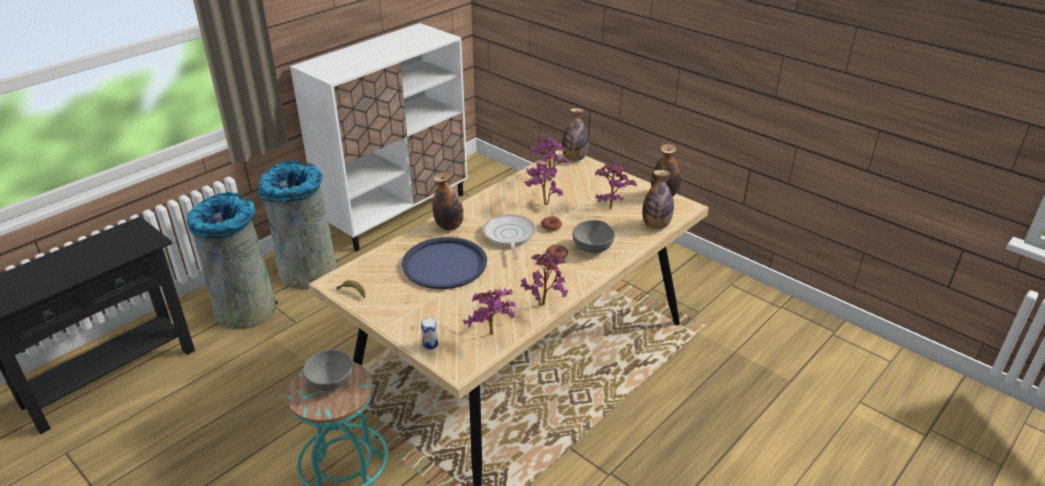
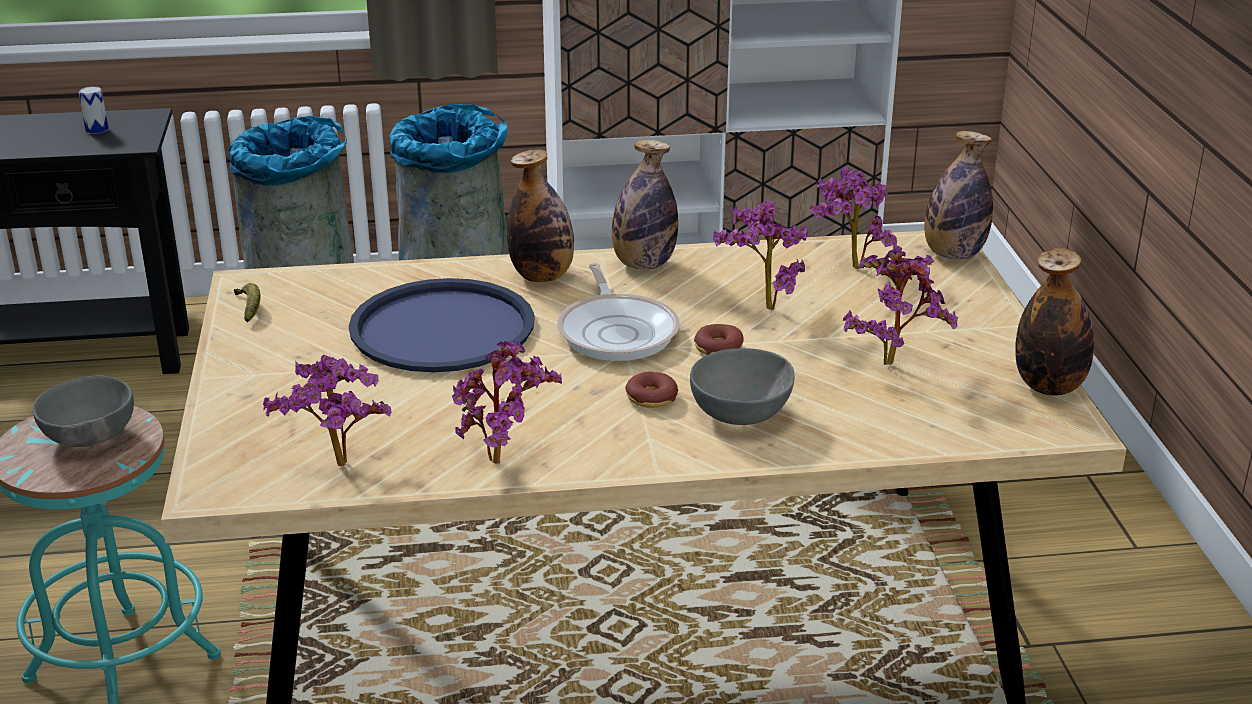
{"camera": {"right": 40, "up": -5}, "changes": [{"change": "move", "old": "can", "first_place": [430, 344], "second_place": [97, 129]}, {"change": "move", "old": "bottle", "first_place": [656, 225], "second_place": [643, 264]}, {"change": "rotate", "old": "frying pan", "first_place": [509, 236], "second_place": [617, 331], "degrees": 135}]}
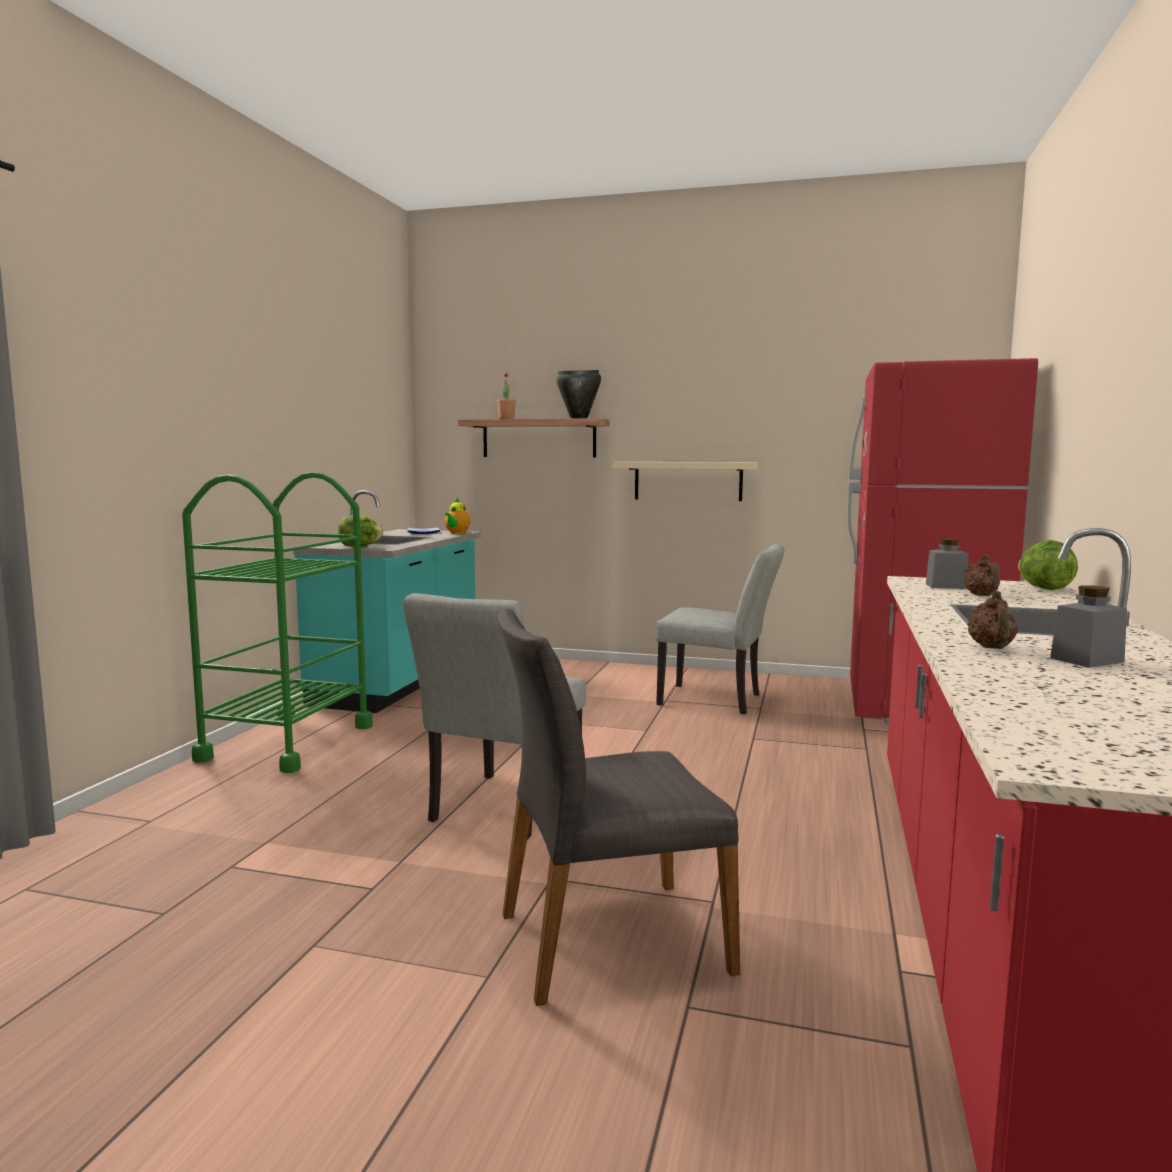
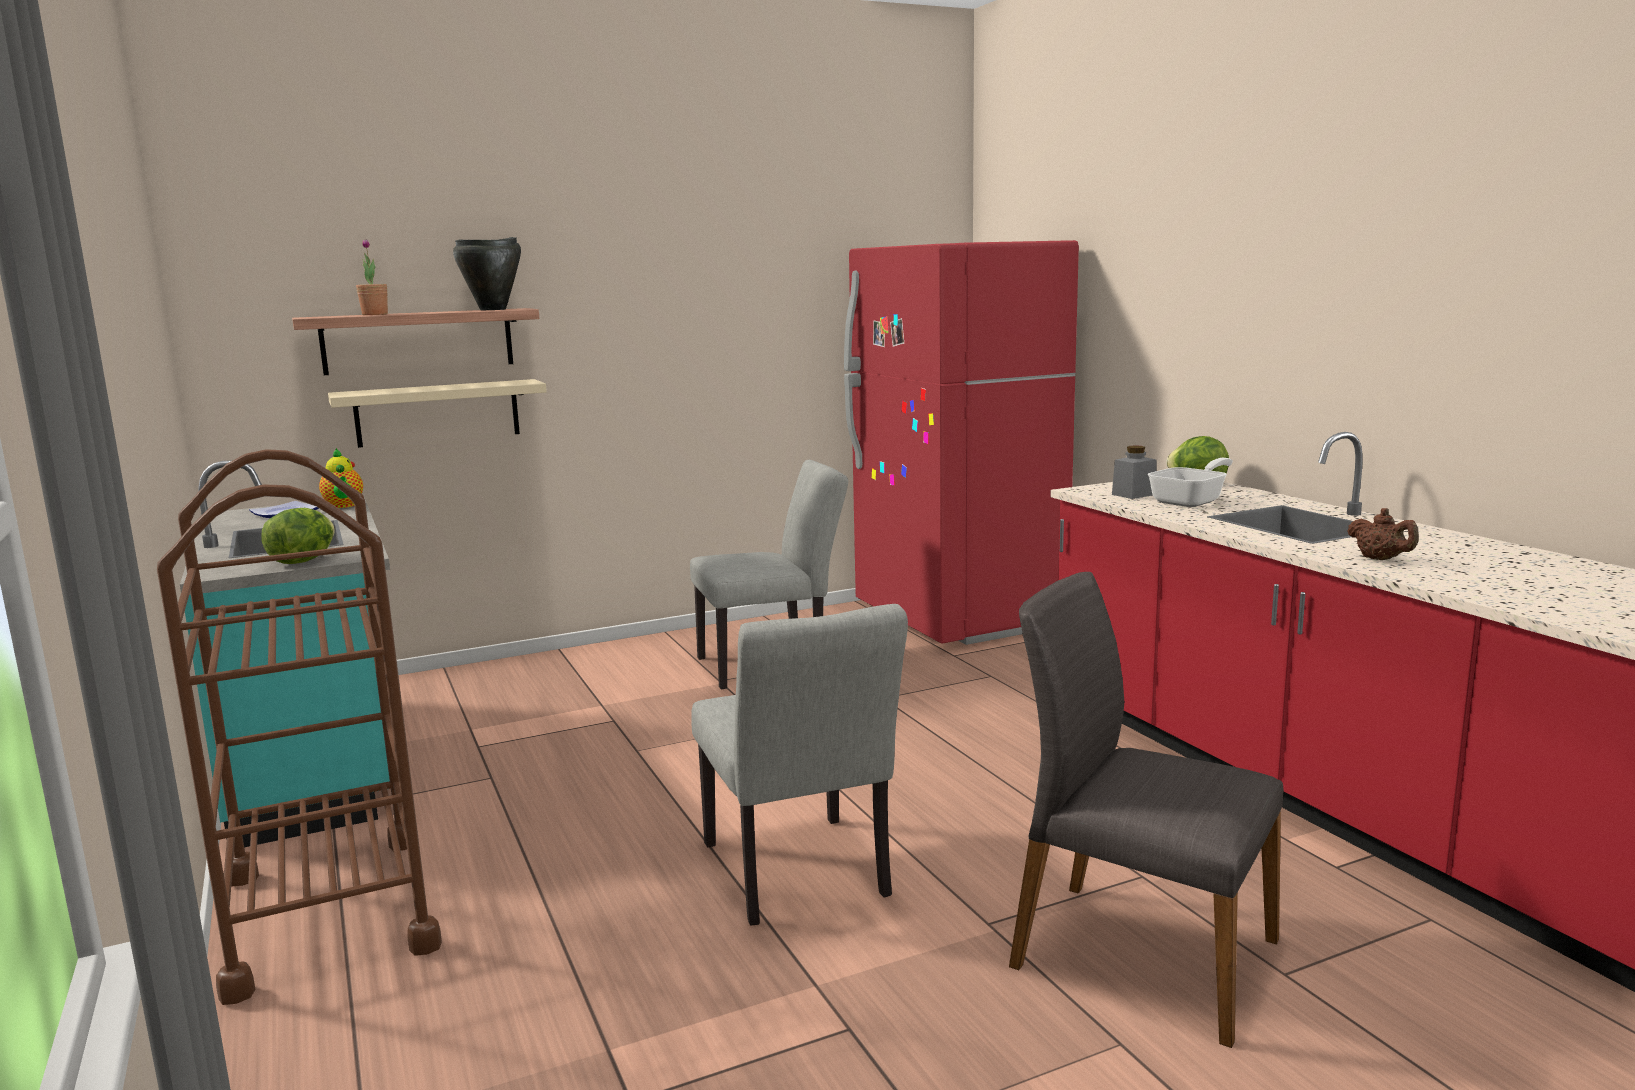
{"camera": {"right": -40, "up": 5}, "changes": [{"change": "delete", "old": "grey jar", "first_place": [1086, 660]}, {"change": "move", "old": "beige shelf", "first_place": [688, 481], "second_place": [437, 413]}, {"change": "replace", "old": "brown teapot", "new": "frying pan", "first_place": [981, 596], "second_place": [1192, 501]}, {"change": "recolor", "old": "green cart", "new": "brown cart", "first_place": [287, 742], "second_place": [328, 912]}, {"change": "rotate", "old": "grey chair", "first_place": [609, 940], "second_place": [1140, 954], "degrees": 90}]}
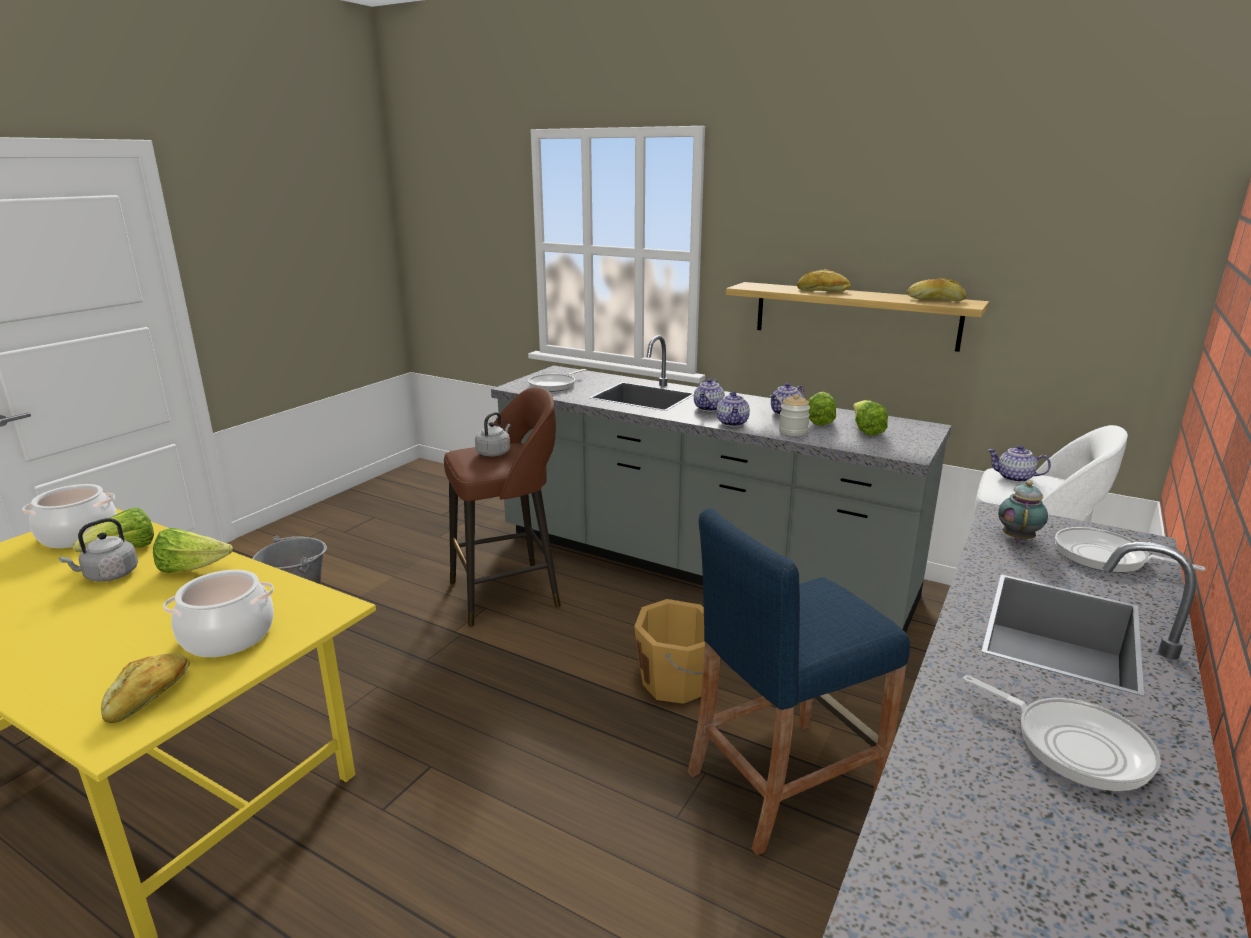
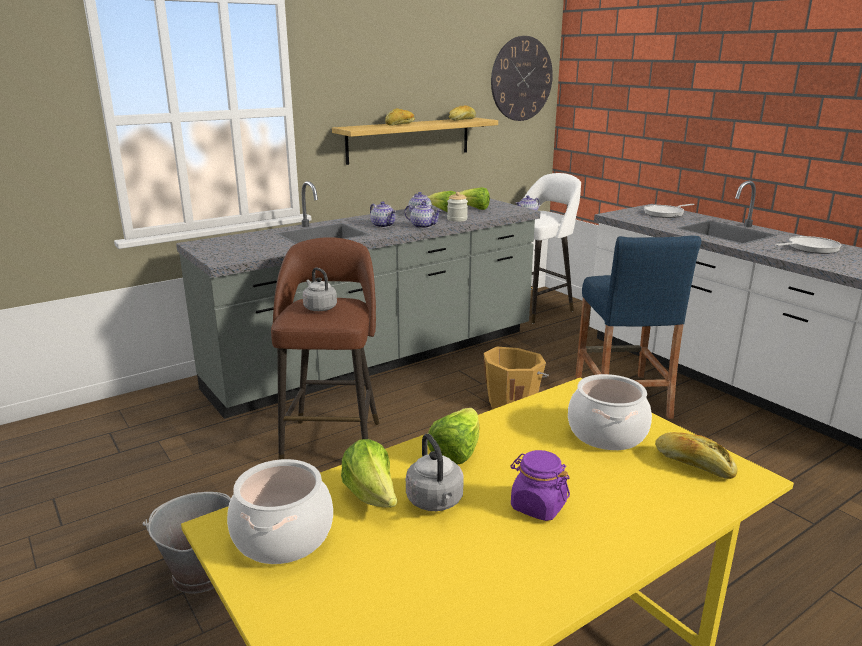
{"camera": {"right": -65, "up": 0}, "changes": [{"change": "delete", "old": "frying pan", "first_place": [554, 385]}, {"change": "delete", "old": "teapot", "first_place": [1018, 537]}, {"change": "insert", "new": "wall clock", "second_place": [521, 79]}, {"change": "insert", "new": "purple jar", "second_place": [537, 506]}]}
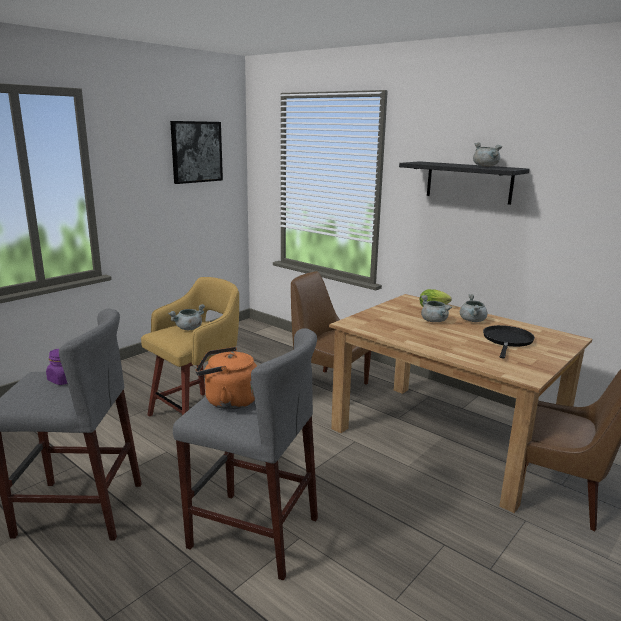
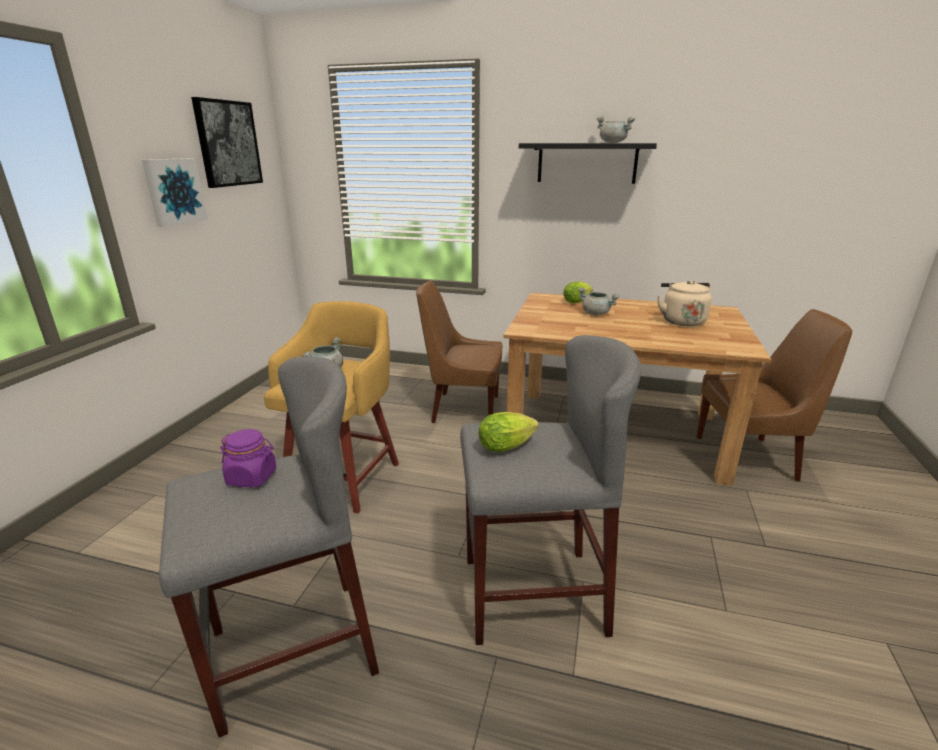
{"camera": {"right": -25, "up": 5}, "changes": [{"change": "delete", "old": "grey cooking pot", "first_place": [472, 321]}, {"change": "insert", "new": "picture", "second_place": [174, 191]}, {"change": "replace", "old": "orange kettle", "new": "lettuce", "first_place": [227, 400], "second_place": [508, 446]}, {"change": "replace", "old": "black frying pan", "new": "beige kettle", "first_place": [507, 341], "second_place": [681, 321]}]}
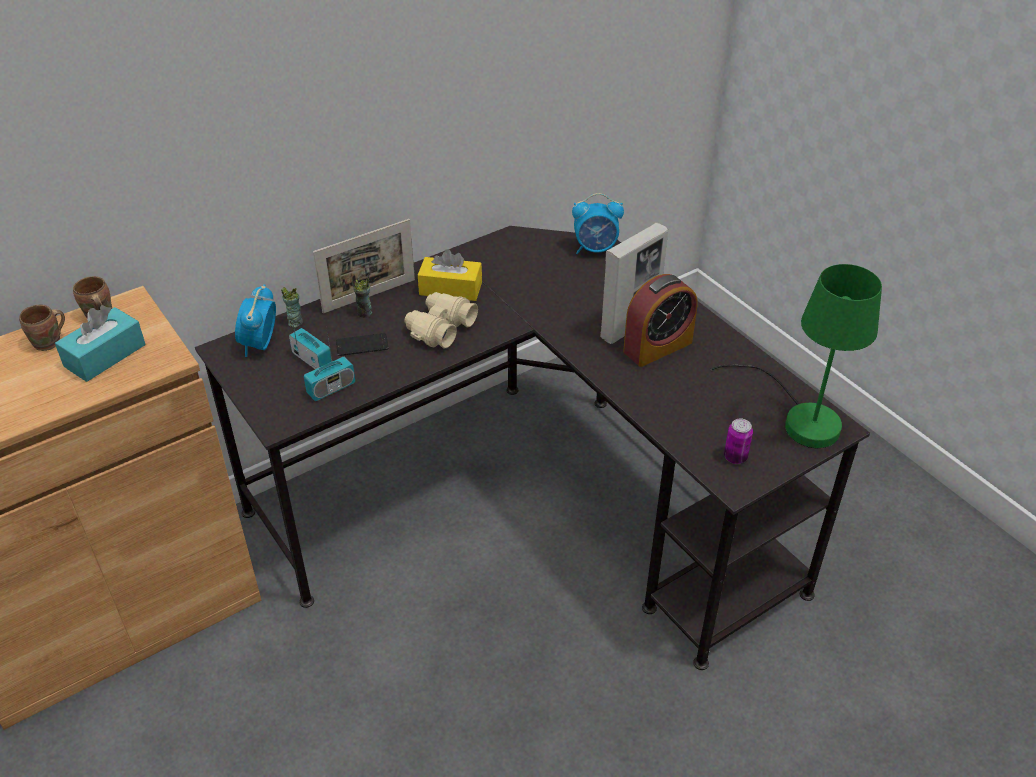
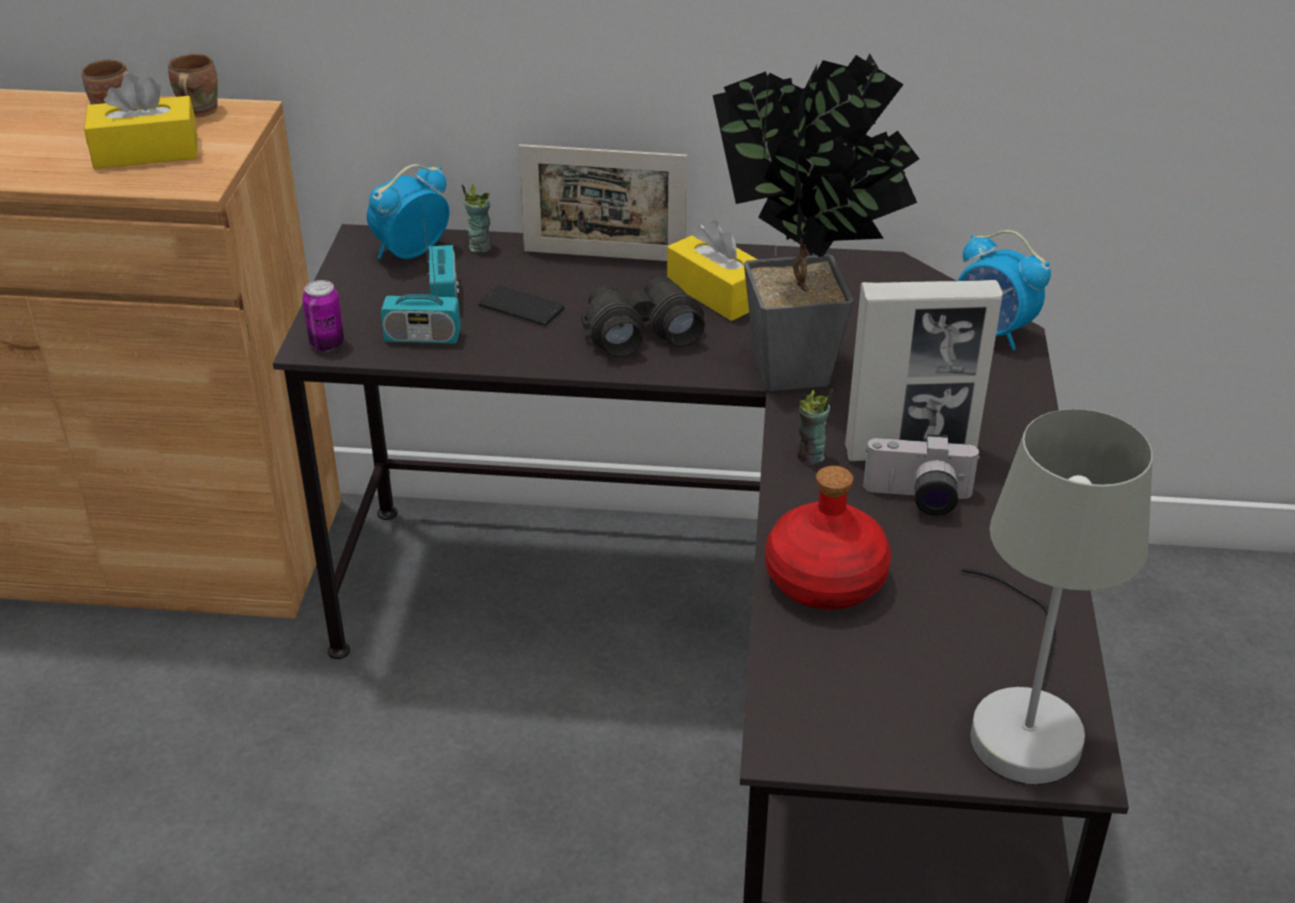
{"camera": {"right": 40, "up": -5}, "changes": [{"change": "insert", "new": "potted plant", "second_place": [806, 374]}, {"change": "insert", "new": "red bottle", "second_place": [825, 578]}, {"change": "move", "old": "cup", "first_place": [365, 313], "second_place": [810, 457]}, {"change": "move", "old": "can", "first_place": [735, 457], "second_place": [327, 344]}, {"change": "replace", "old": "alarm clock", "new": "photo camera", "first_place": [657, 347], "second_place": [918, 499]}, {"change": "recolor", "old": "turquoise tissue box", "new": "yellow tissue box", "first_place": [105, 355], "second_place": [146, 151]}, {"change": "recolor", "old": "beige binoculars", "new": "black binoculars", "first_place": [440, 328], "second_place": [641, 332]}, {"change": "recolor", "old": "green table lamp", "new": "grey table lamp", "first_place": [800, 418], "second_place": [1025, 716]}]}
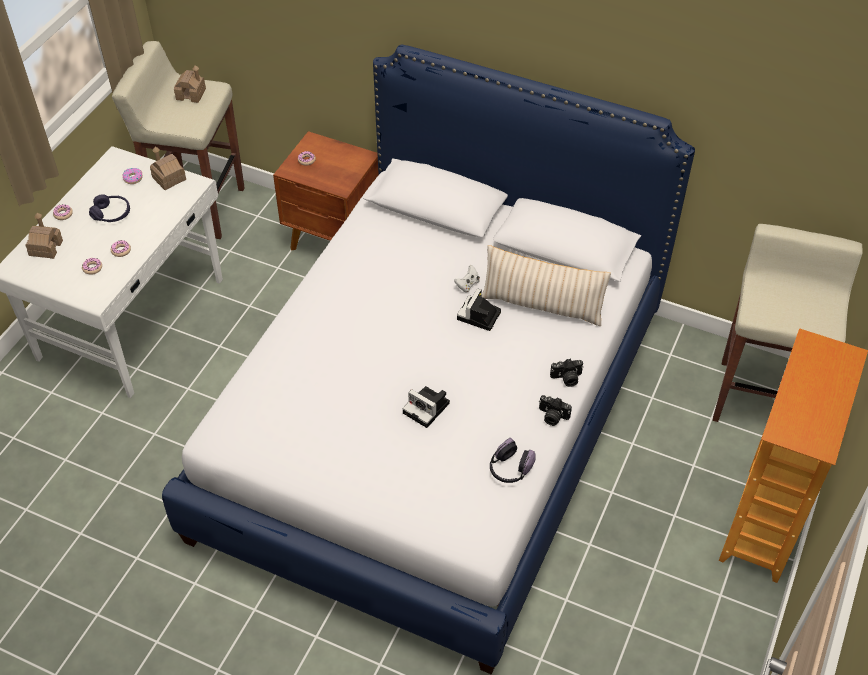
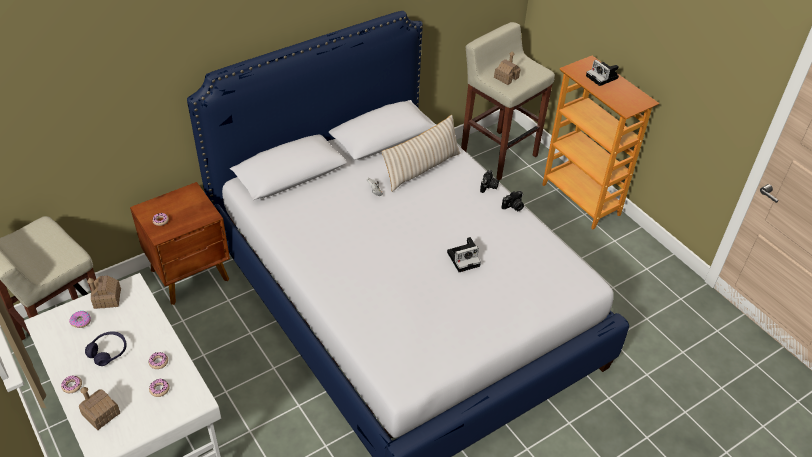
{"camera": {"right": -60, "up": -5}, "changes": [{"change": "delete", "old": "headphones", "first_place": [510, 469]}, {"change": "move", "old": "toy house", "first_place": [191, 94], "second_place": [506, 77]}, {"change": "move", "old": "photo camera", "first_place": [478, 317], "second_place": [603, 77]}]}
